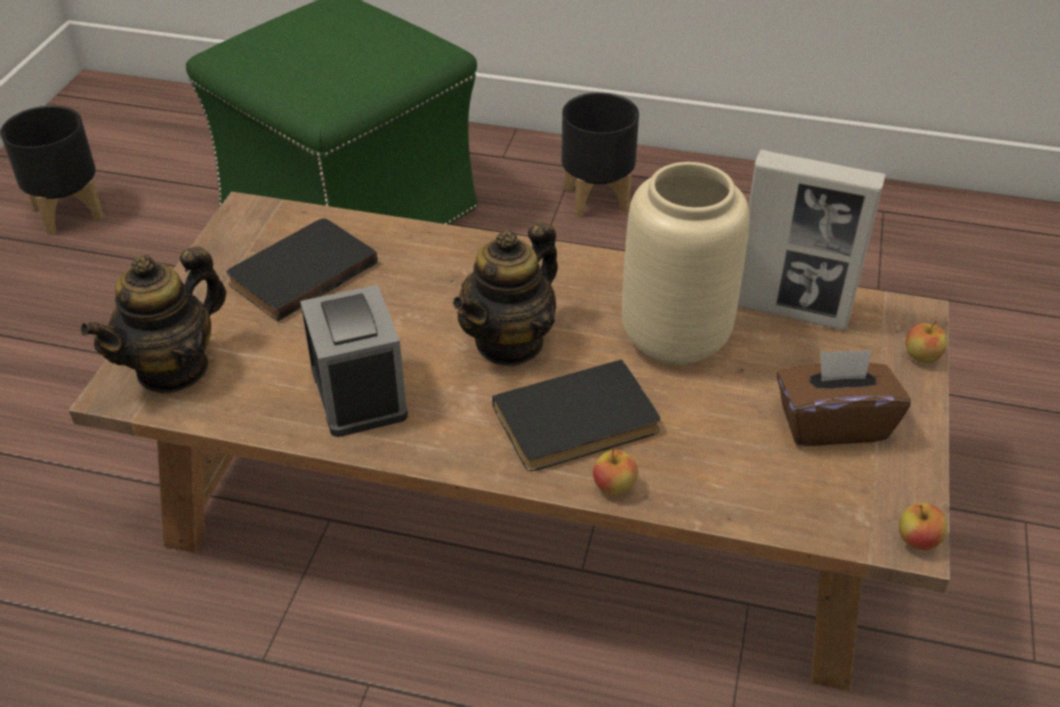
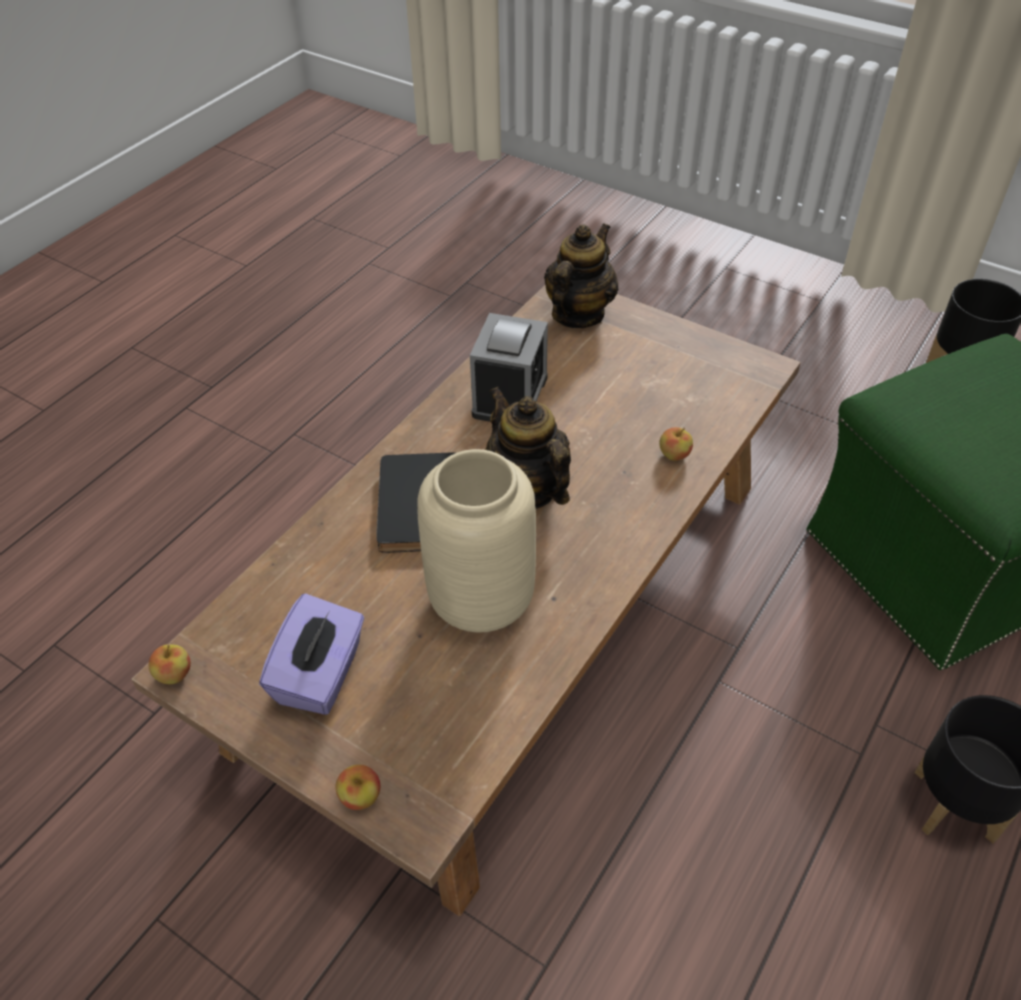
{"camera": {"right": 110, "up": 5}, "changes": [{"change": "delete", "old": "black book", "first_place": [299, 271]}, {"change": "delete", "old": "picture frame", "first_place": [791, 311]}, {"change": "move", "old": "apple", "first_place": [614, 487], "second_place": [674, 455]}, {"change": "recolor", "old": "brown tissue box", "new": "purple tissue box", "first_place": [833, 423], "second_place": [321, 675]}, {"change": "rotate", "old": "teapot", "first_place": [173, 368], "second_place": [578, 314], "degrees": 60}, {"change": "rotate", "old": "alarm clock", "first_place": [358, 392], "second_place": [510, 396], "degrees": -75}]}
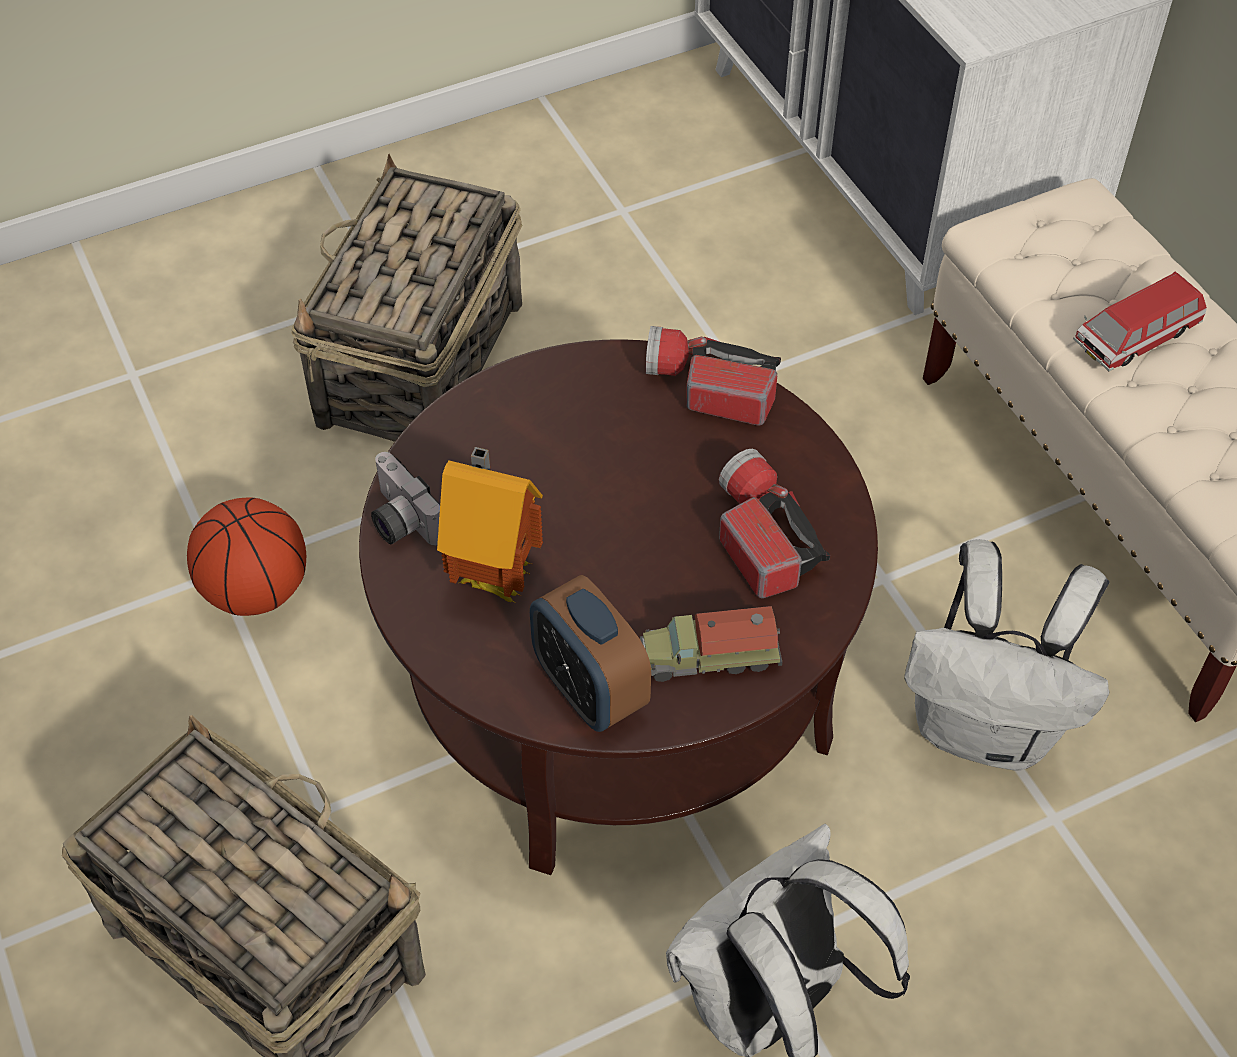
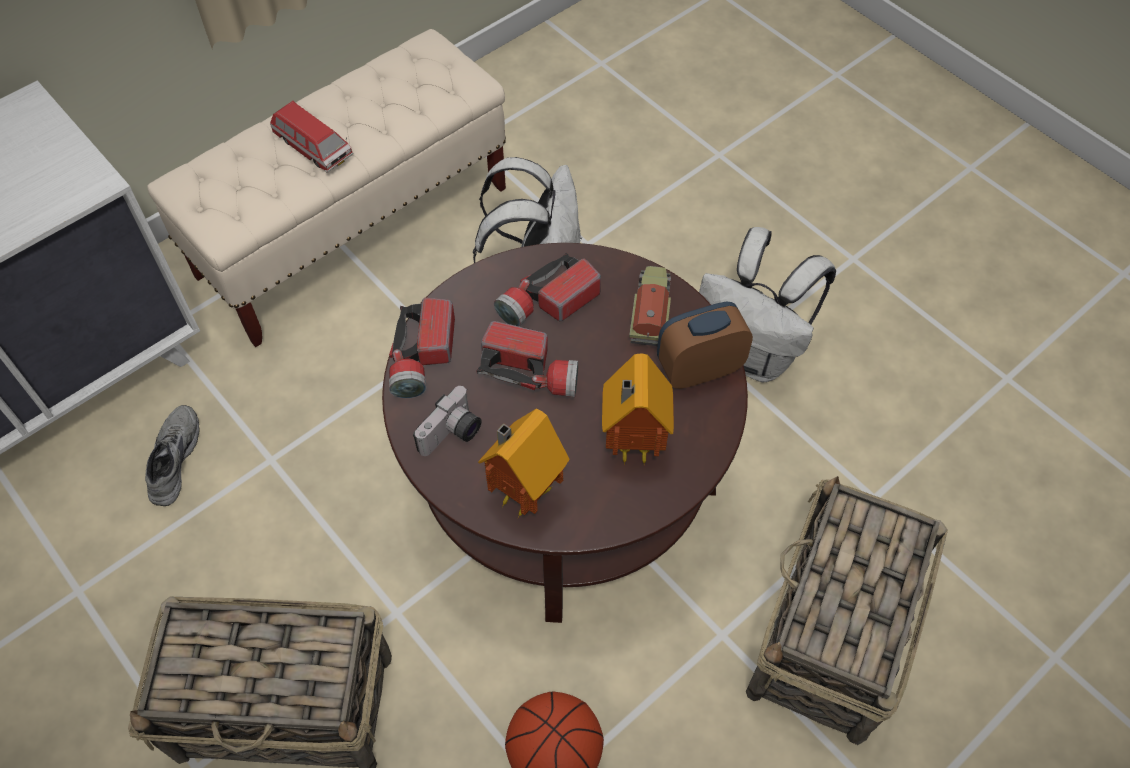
{"camera": {"right": -105, "up": 5}, "changes": [{"change": "insert", "new": "grey shoe", "second_place": [172, 459]}, {"change": "insert", "new": "flashlight", "second_place": [531, 372]}, {"change": "insert", "new": "toy house", "second_place": [522, 492]}, {"change": "move", "old": "photo camera", "first_place": [399, 520], "second_place": [452, 435]}, {"change": "rotate", "old": "alarm clock", "first_place": [589, 689], "second_place": [699, 369], "degrees": -150}, {"change": "rotate", "old": "toy truck", "first_place": [709, 656], "second_place": [650, 312], "degrees": -150}]}
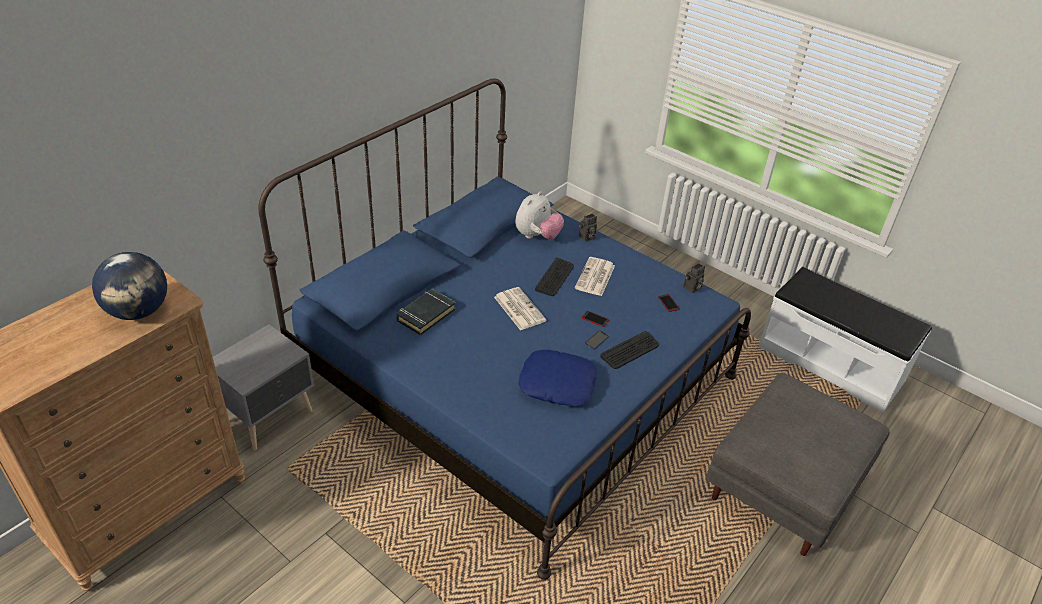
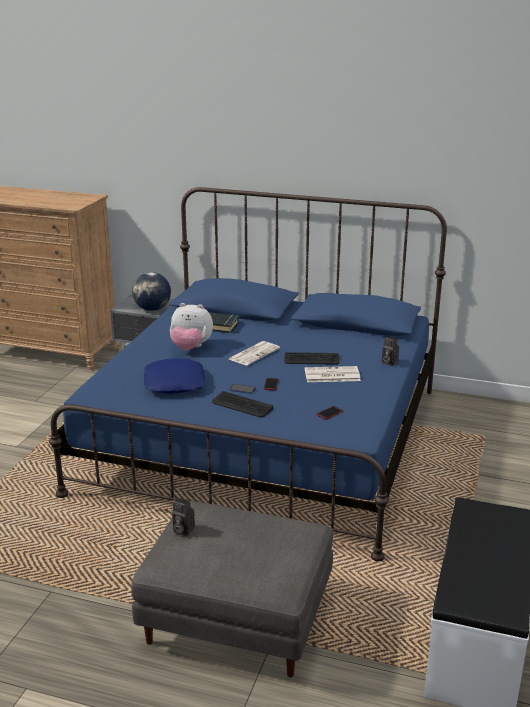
{"camera": {"right": 70, "up": -15}, "changes": [{"change": "move", "old": "globe", "first_place": [139, 311], "second_place": [152, 309]}, {"change": "move", "old": "plush toy", "first_place": [537, 236], "second_place": [191, 348]}, {"change": "move", "old": "photo camera", "first_place": [692, 288], "second_place": [182, 530]}]}
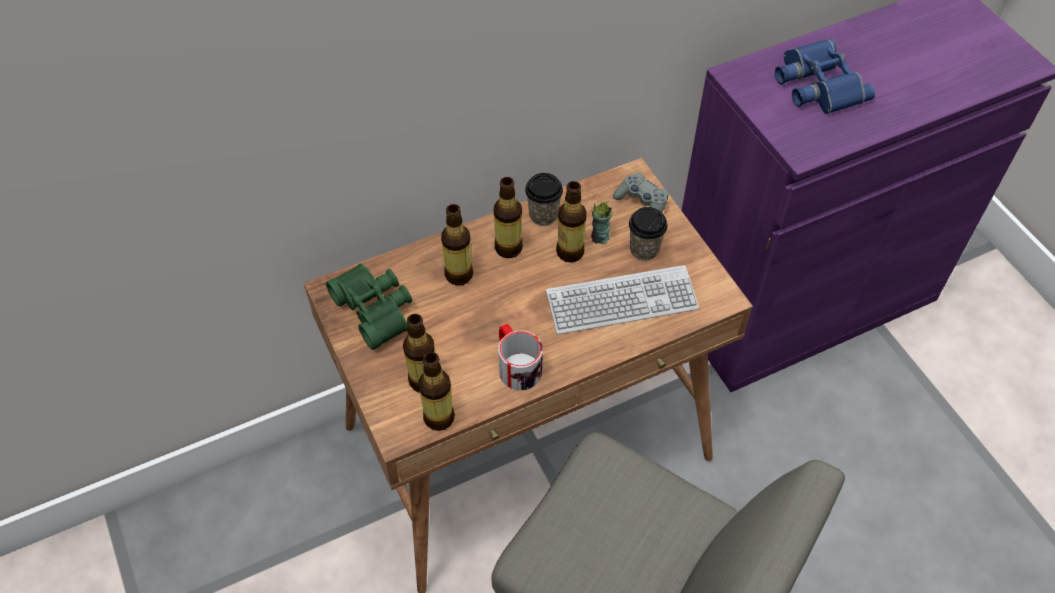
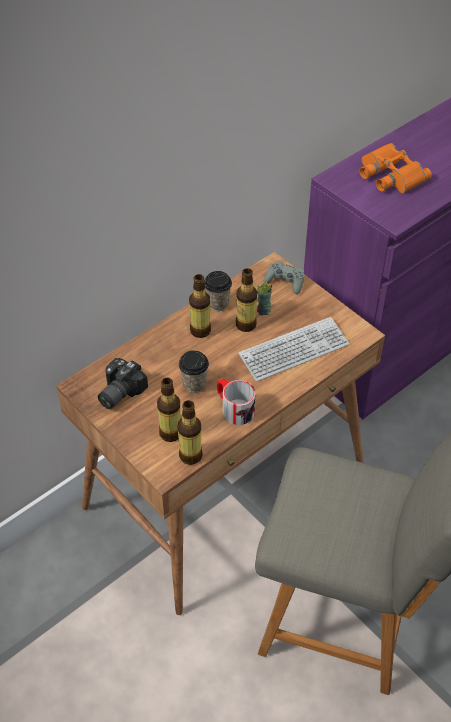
{"camera": {"right": -15, "up": -5}, "changes": [{"change": "delete", "old": "bottle", "first_place": [458, 275]}, {"change": "move", "old": "cup", "first_place": [644, 249], "second_place": [194, 384]}, {"change": "replace", "old": "green binoculars", "new": "photo camera", "first_place": [376, 309], "second_place": [118, 392]}, {"change": "recolor", "old": "blue binoculars", "new": "orange binoculars", "first_place": [816, 84], "second_place": [389, 175]}]}
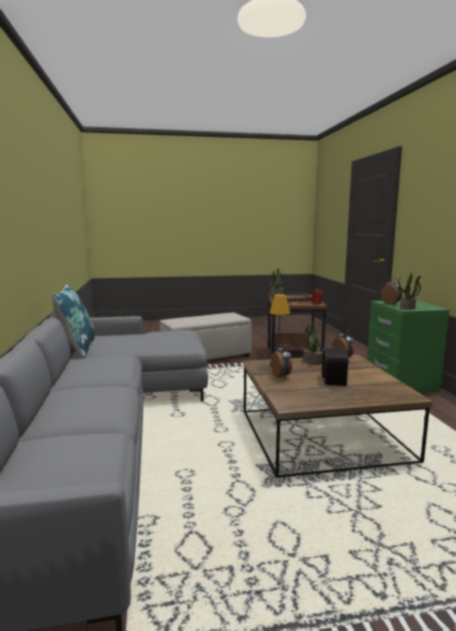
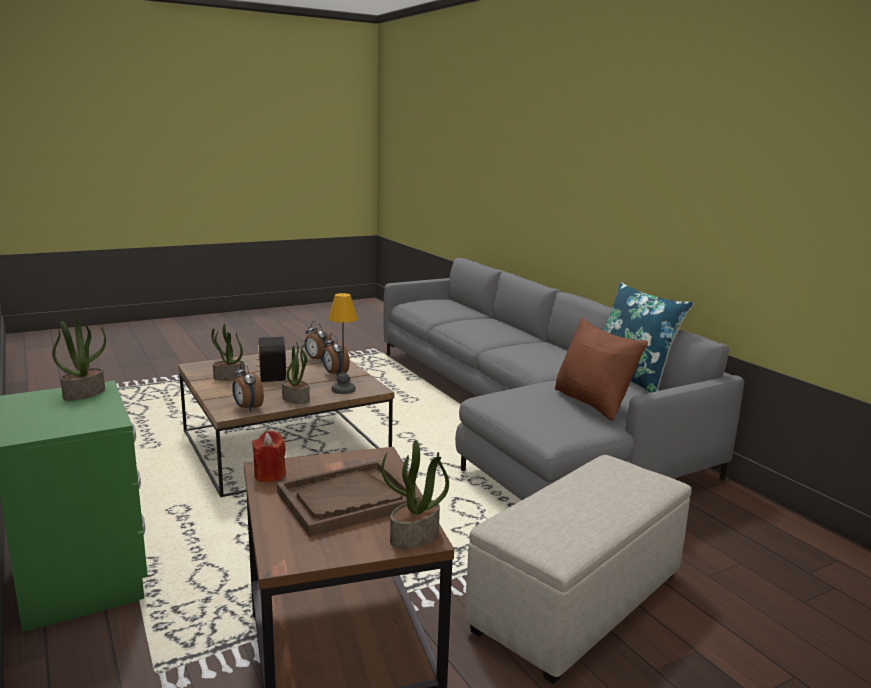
{"camera": {"right": 160, "up": 5}, "changes": [{"change": "insert", "new": "potted plant", "second_place": [229, 377]}, {"change": "insert", "new": "brown pillow", "second_place": [593, 403]}, {"change": "move", "old": "alarm clock", "first_place": [391, 304], "second_place": [317, 359]}]}
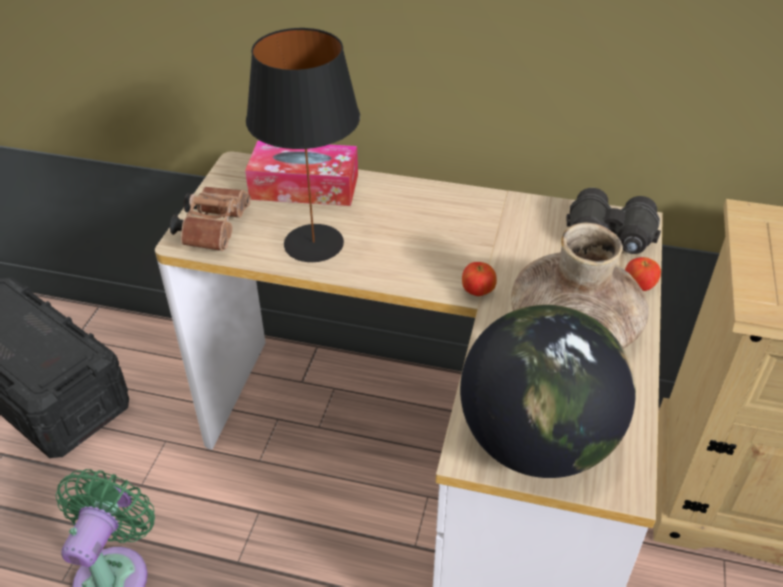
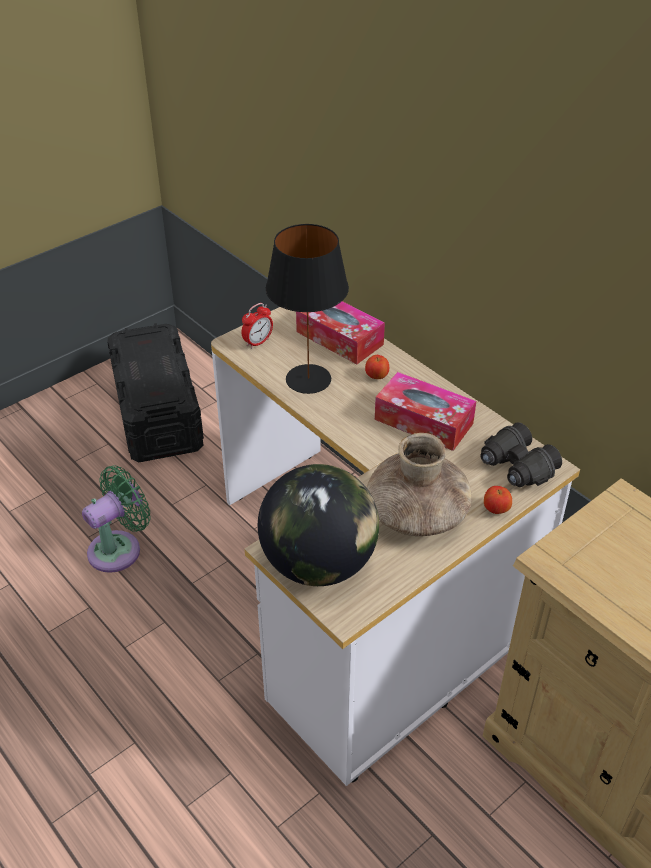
{"camera": {"right": 35, "up": 0}, "changes": [{"change": "insert", "new": "tissue box", "second_place": [423, 421]}, {"change": "move", "old": "apple", "first_place": [477, 292], "second_place": [376, 377]}, {"change": "replace", "old": "brown binoculars", "new": "alarm clock", "first_place": [215, 228], "second_place": [258, 342]}]}
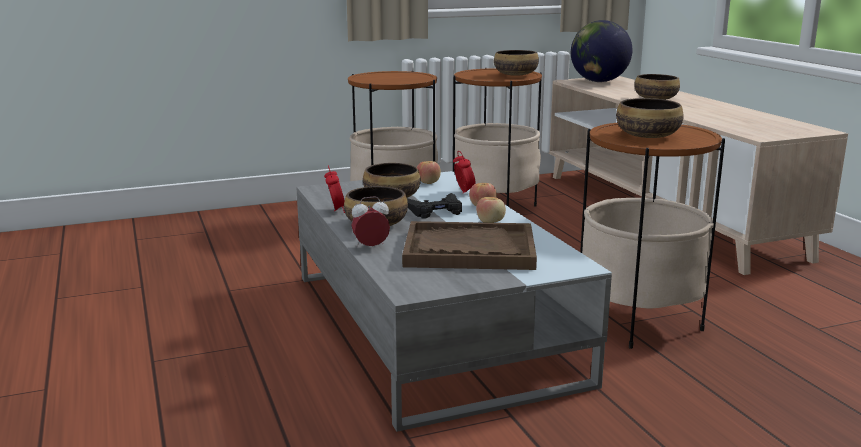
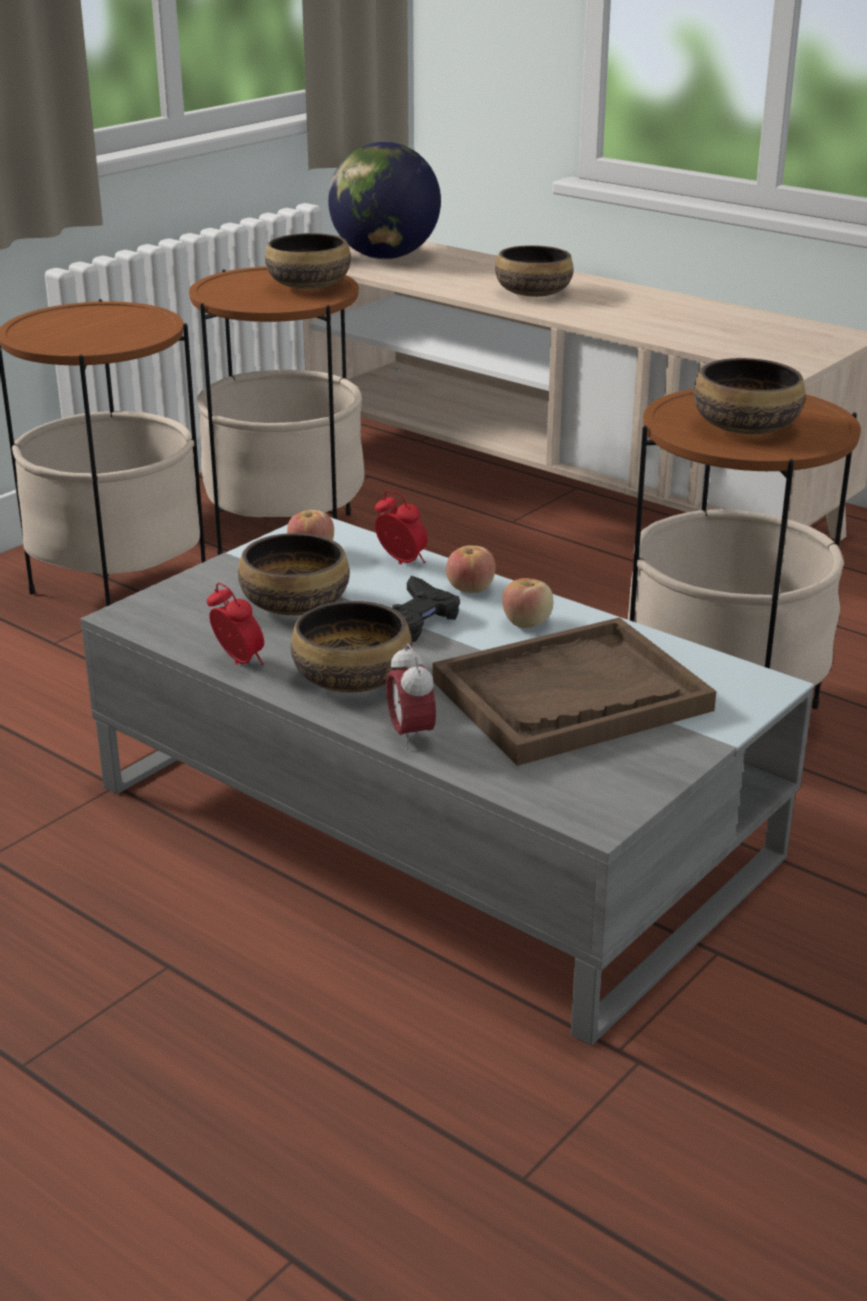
{"camera": {"right": -30, "up": 10}, "changes": [{"change": "rotate", "old": "alarm clock", "first_place": [371, 247], "second_place": [411, 735], "degrees": -60}]}
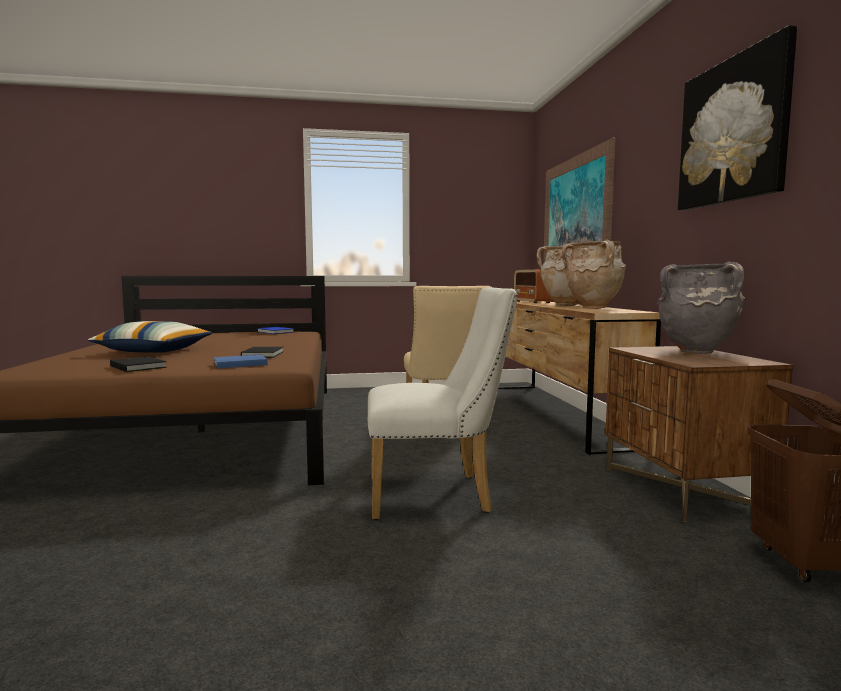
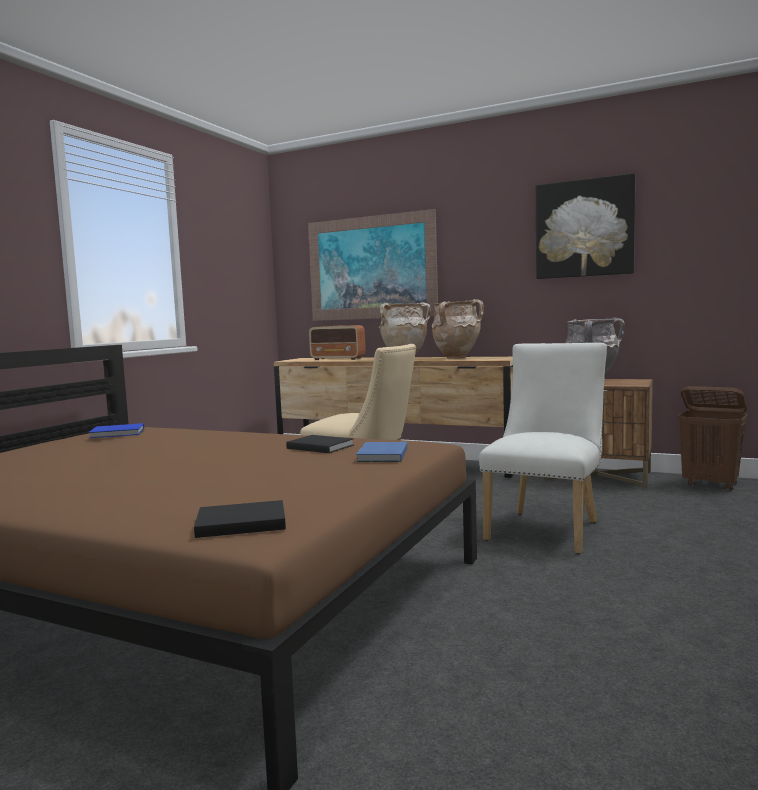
{"camera": {"right": -55, "up": 0}, "changes": [{"change": "delete", "old": "pillow", "first_place": [154, 351]}, {"change": "move", "old": "black book", "first_place": [138, 366], "second_place": [239, 523]}]}
